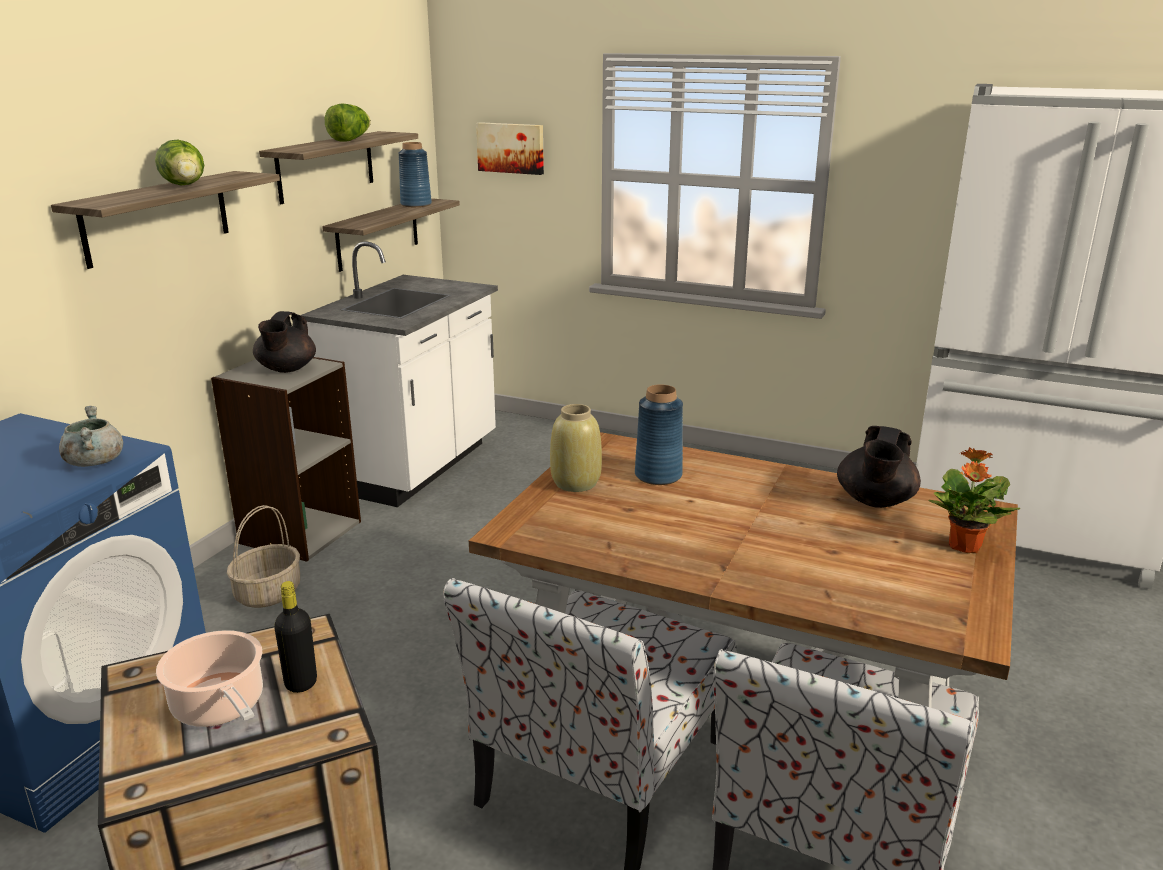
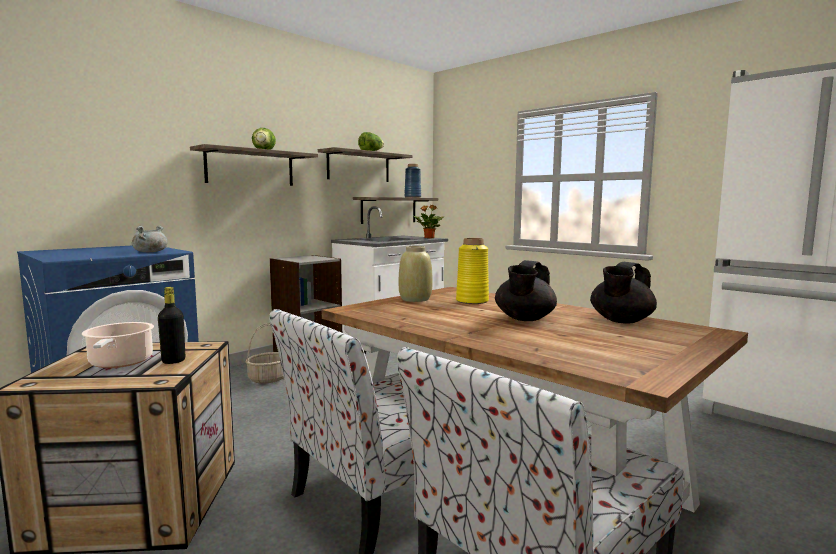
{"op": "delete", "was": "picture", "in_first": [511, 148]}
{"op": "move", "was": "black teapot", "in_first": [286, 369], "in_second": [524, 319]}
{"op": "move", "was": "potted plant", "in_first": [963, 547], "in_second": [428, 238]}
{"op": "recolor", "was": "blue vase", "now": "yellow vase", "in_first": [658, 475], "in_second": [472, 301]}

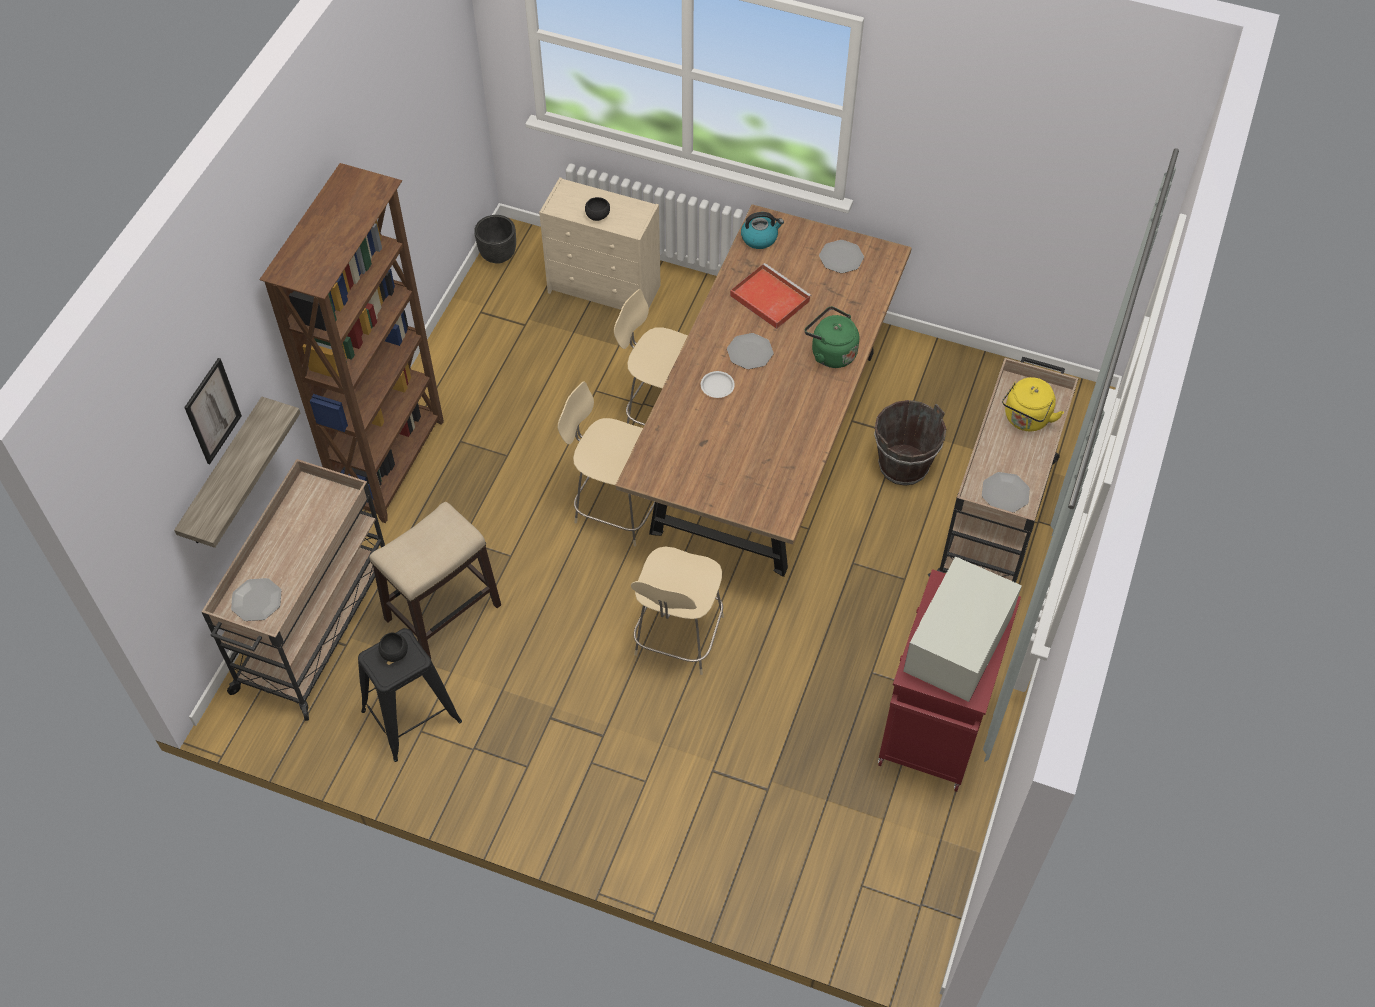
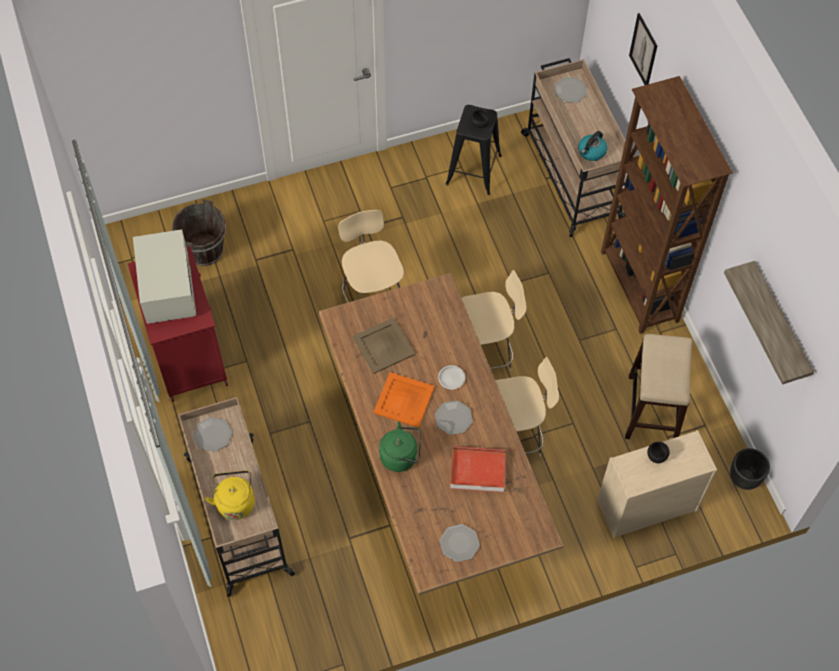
{"op": "insert", "now": "beige tray", "in_second": [383, 346]}
{"op": "insert", "now": "orange tray", "in_second": [403, 400]}
{"op": "move", "was": "shelf", "in_first": [224, 475], "in_second": [779, 324]}
{"op": "move", "was": "stool", "in_first": [443, 611], "in_second": [652, 410]}
{"op": "move", "was": "kettle", "in_first": [760, 238], "in_second": [591, 152]}
{"op": "move", "was": "brown bucket", "in_first": [903, 465], "in_second": [205, 251]}

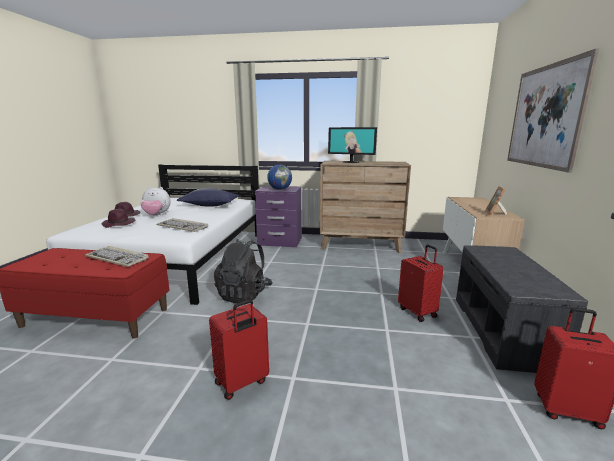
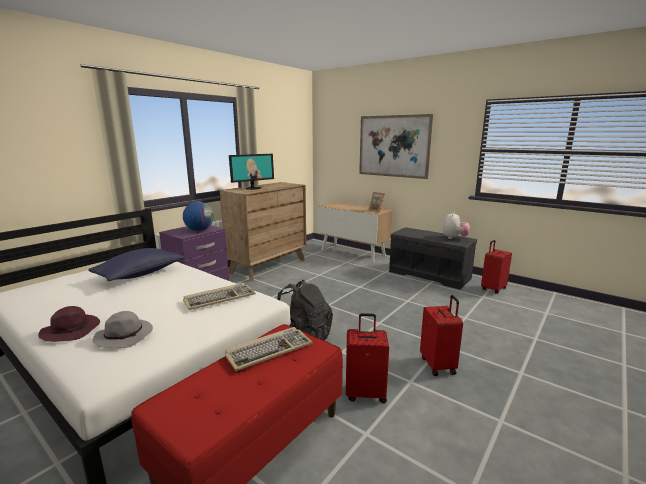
{"op": "move", "was": "plush toy", "in_first": [156, 215], "in_second": [454, 238]}
{"op": "move", "was": "red suitcase", "in_first": [418, 312], "in_second": [365, 393]}
{"op": "recolor", "was": "purple hat", "now": "grey hat", "in_first": [119, 224], "in_second": [125, 336]}

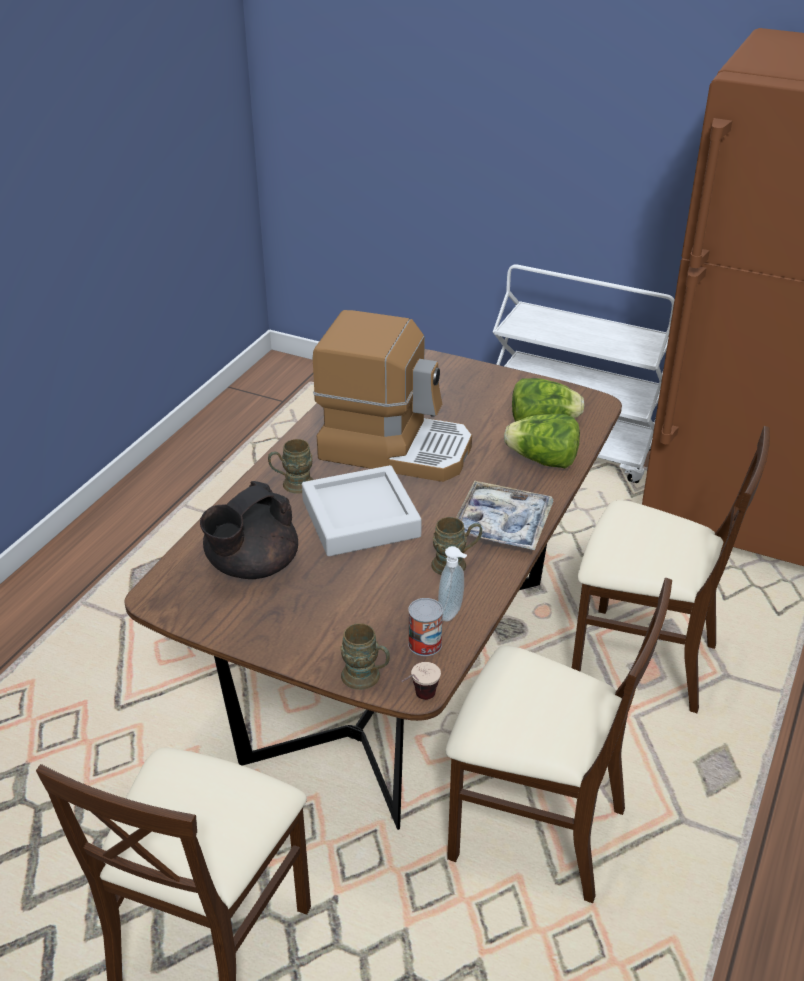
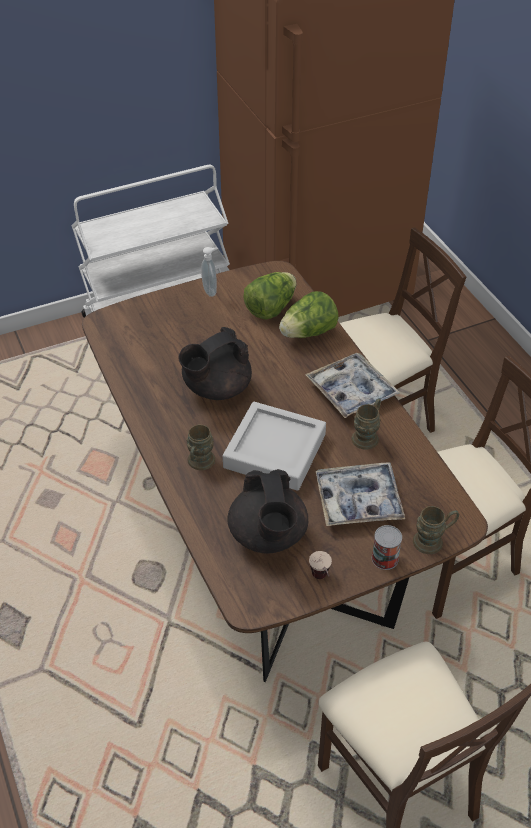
{"op": "insert", "now": "tray", "in_second": [358, 500]}
{"op": "move", "was": "cup", "in_first": [418, 700], "in_second": [321, 580]}
{"op": "move", "was": "can", "in_first": [425, 644], "in_second": [385, 558]}
{"op": "move", "was": "soap dispenser", "in_first": [452, 613], "in_second": [211, 291]}
{"op": "replace", "was": "coffee machine", "now": "black teapot", "in_first": [395, 447], "in_second": [216, 388]}

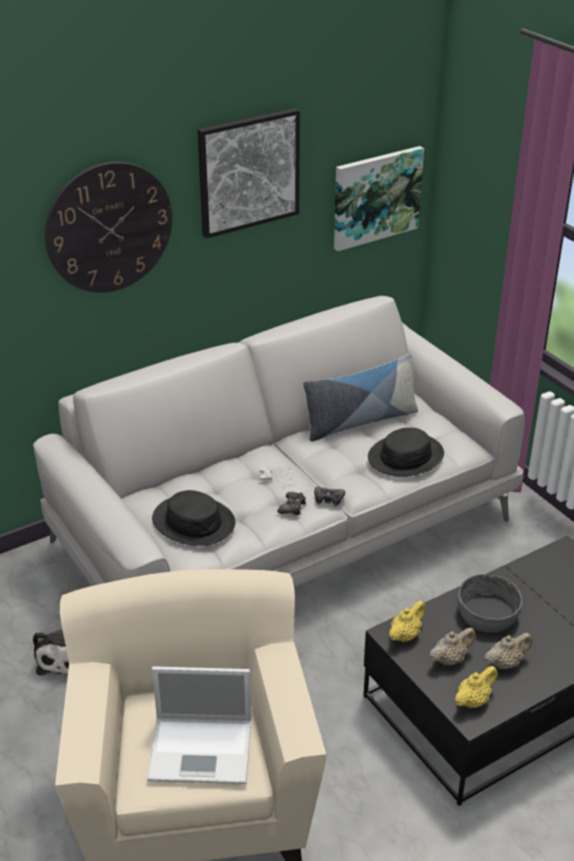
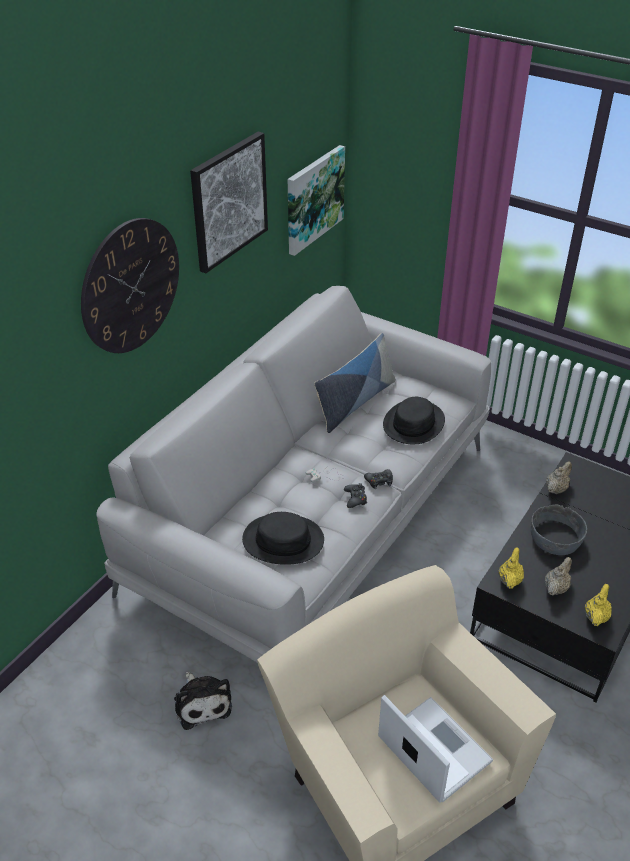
{"op": "move", "was": "beige teapot", "in_first": [505, 663], "in_second": [556, 488]}
{"op": "rotate", "was": "laptop", "in_first": [203, 750], "in_second": [432, 748], "clockwise": -105}

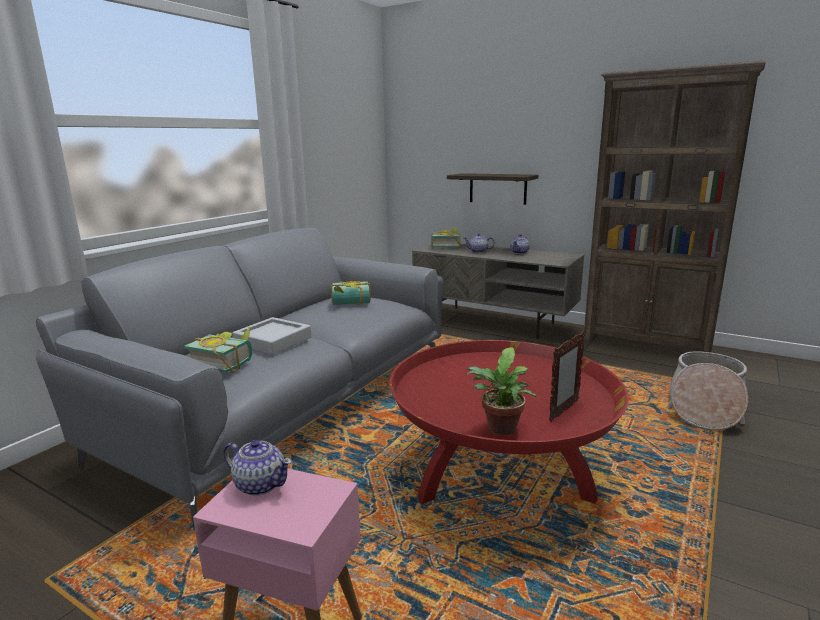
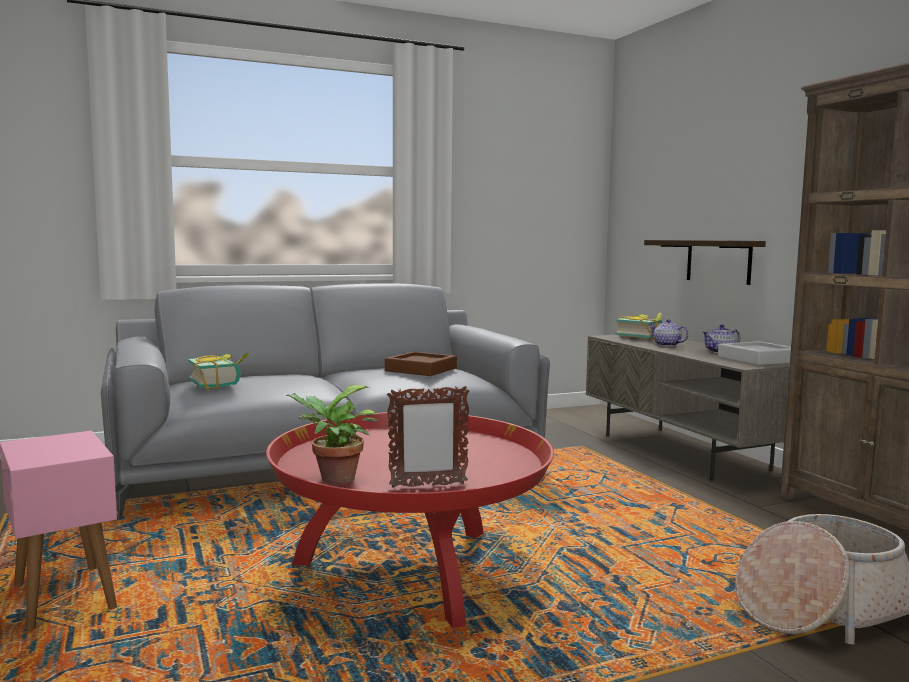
{"op": "delete", "was": "teapot", "in_first": [260, 484]}
{"op": "move", "was": "grey tray", "in_first": [273, 341], "in_second": [758, 359]}
{"op": "replace", "was": "book", "now": "brown tray", "in_first": [351, 304], "in_second": [421, 369]}

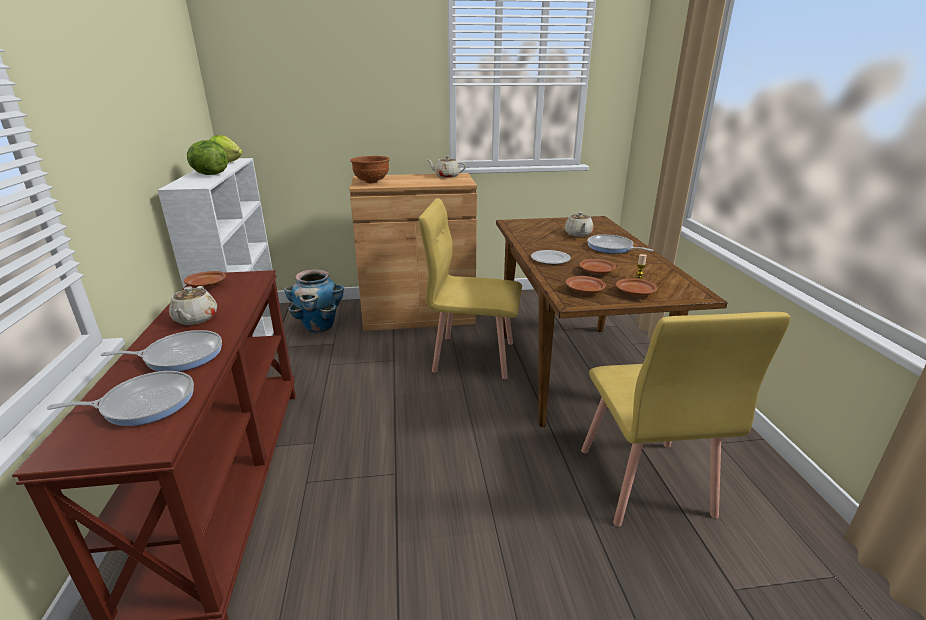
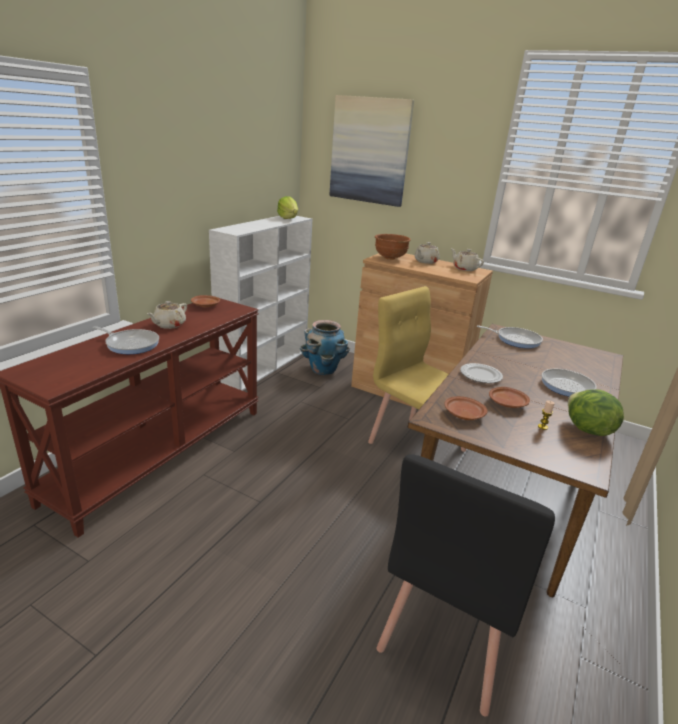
{"op": "delete", "was": "brown plate", "in_first": [635, 293]}
{"op": "insert", "now": "picture", "in_second": [370, 151]}
{"op": "move", "was": "frying pan", "in_first": [144, 403], "in_second": [515, 340]}
{"op": "move", "was": "lettuce", "in_first": [209, 174], "in_second": [586, 430]}
{"op": "move", "was": "beige teapot", "in_first": [578, 234], "in_second": [425, 261]}
{"op": "recolor", "was": "yellow chair", "now": "black chair", "in_first": [644, 482], "in_second": [448, 635]}

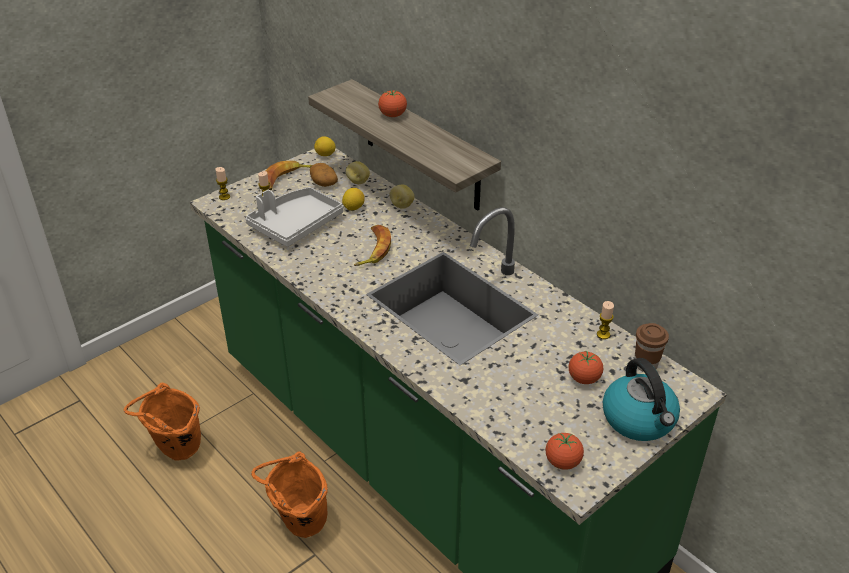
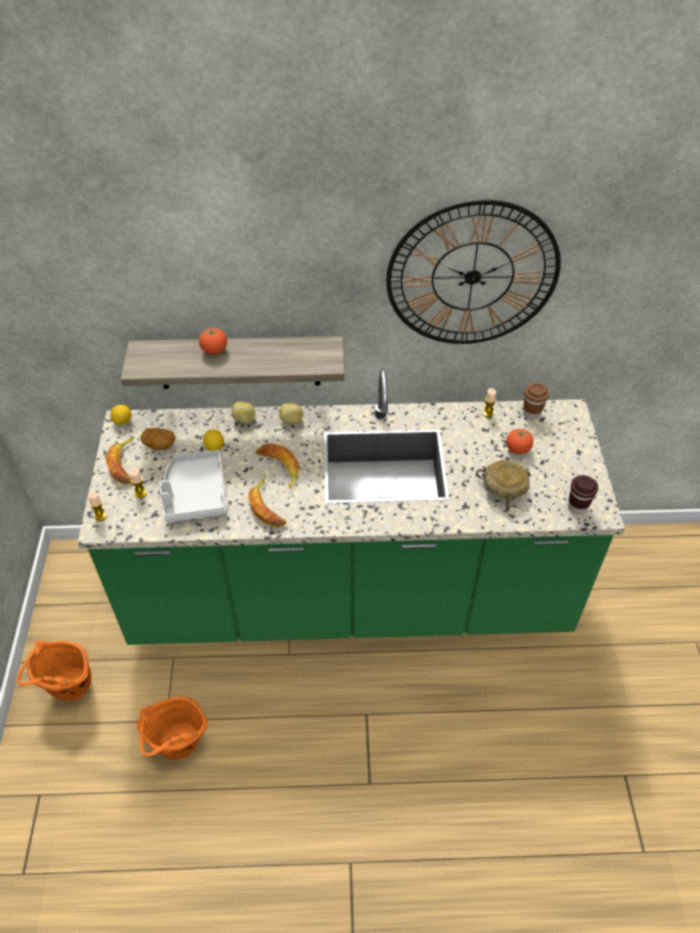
{"op": "delete", "was": "kettle", "in_first": [639, 420]}
{"op": "insert", "now": "banana", "in_second": [268, 507]}
{"op": "insert", "now": "wall clock", "in_second": [472, 276]}
{"op": "insert", "now": "beige bowl", "in_second": [503, 490]}
{"op": "move", "was": "orange bucket", "in_first": [298, 525], "in_second": [69, 692]}
{"op": "move", "was": "potato", "in_first": [357, 181], "in_second": [291, 421]}
{"op": "replace", "was": "tomato", "now": "brown cup", "in_first": [562, 462], "in_second": [577, 507]}

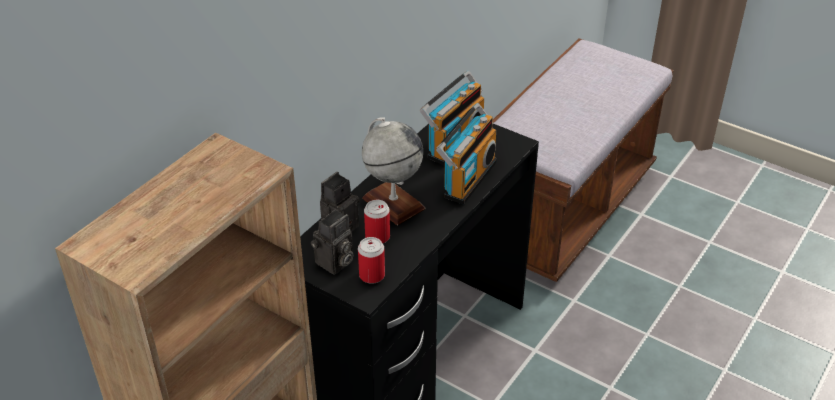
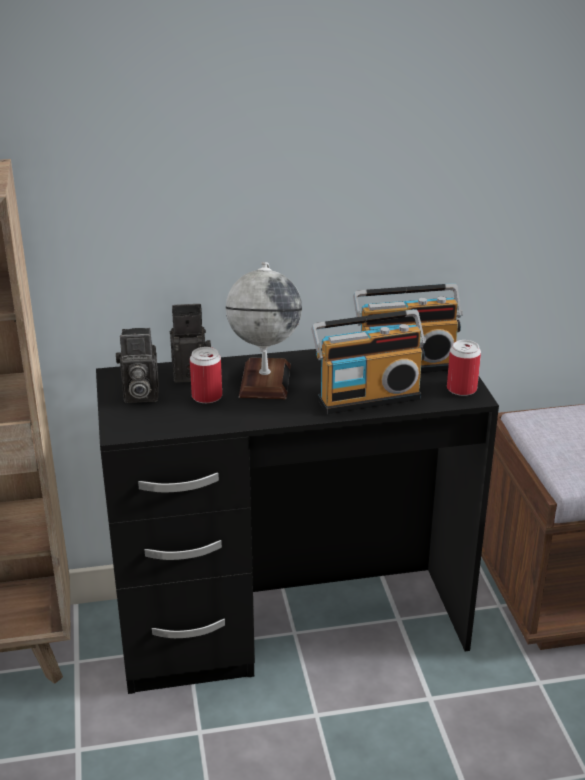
{"op": "move", "was": "can", "in_first": [372, 275], "in_second": [461, 389]}

